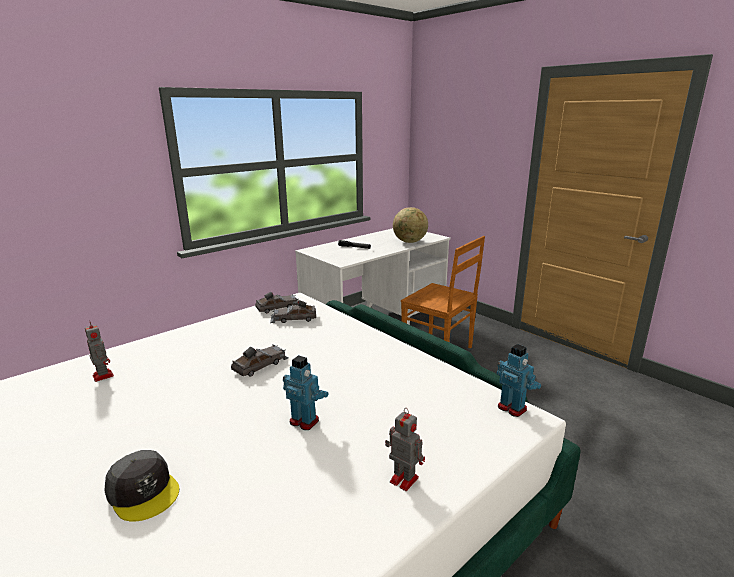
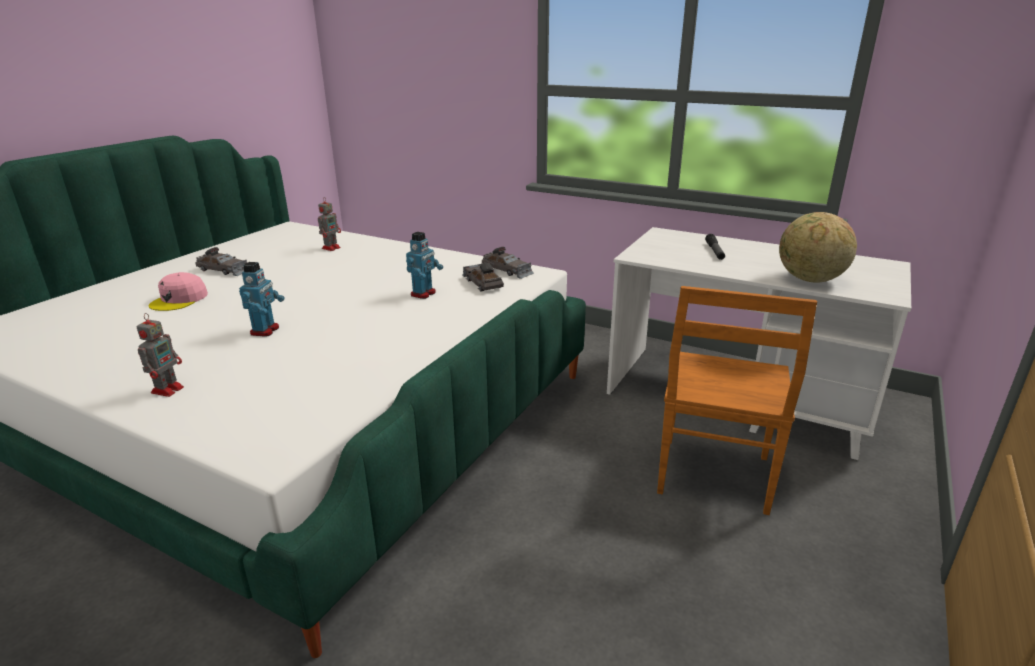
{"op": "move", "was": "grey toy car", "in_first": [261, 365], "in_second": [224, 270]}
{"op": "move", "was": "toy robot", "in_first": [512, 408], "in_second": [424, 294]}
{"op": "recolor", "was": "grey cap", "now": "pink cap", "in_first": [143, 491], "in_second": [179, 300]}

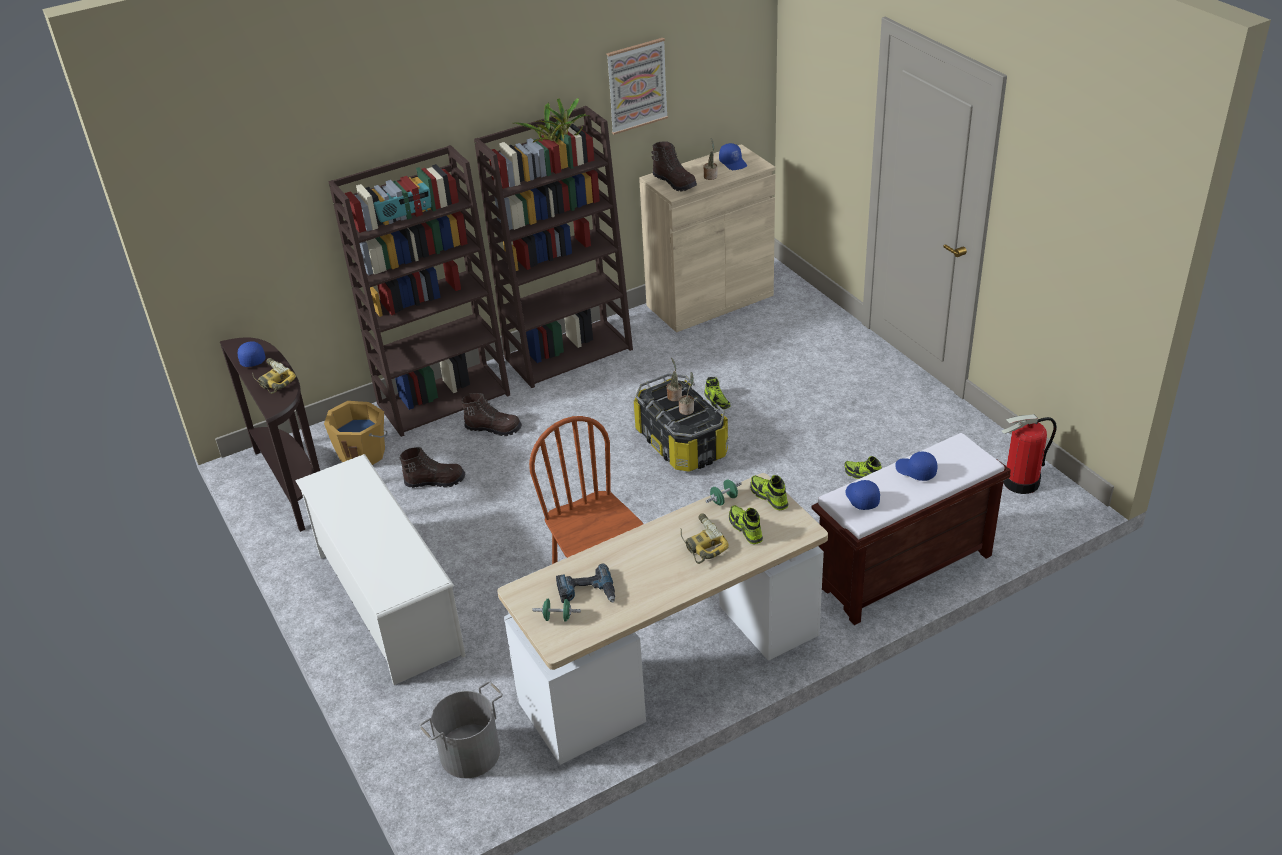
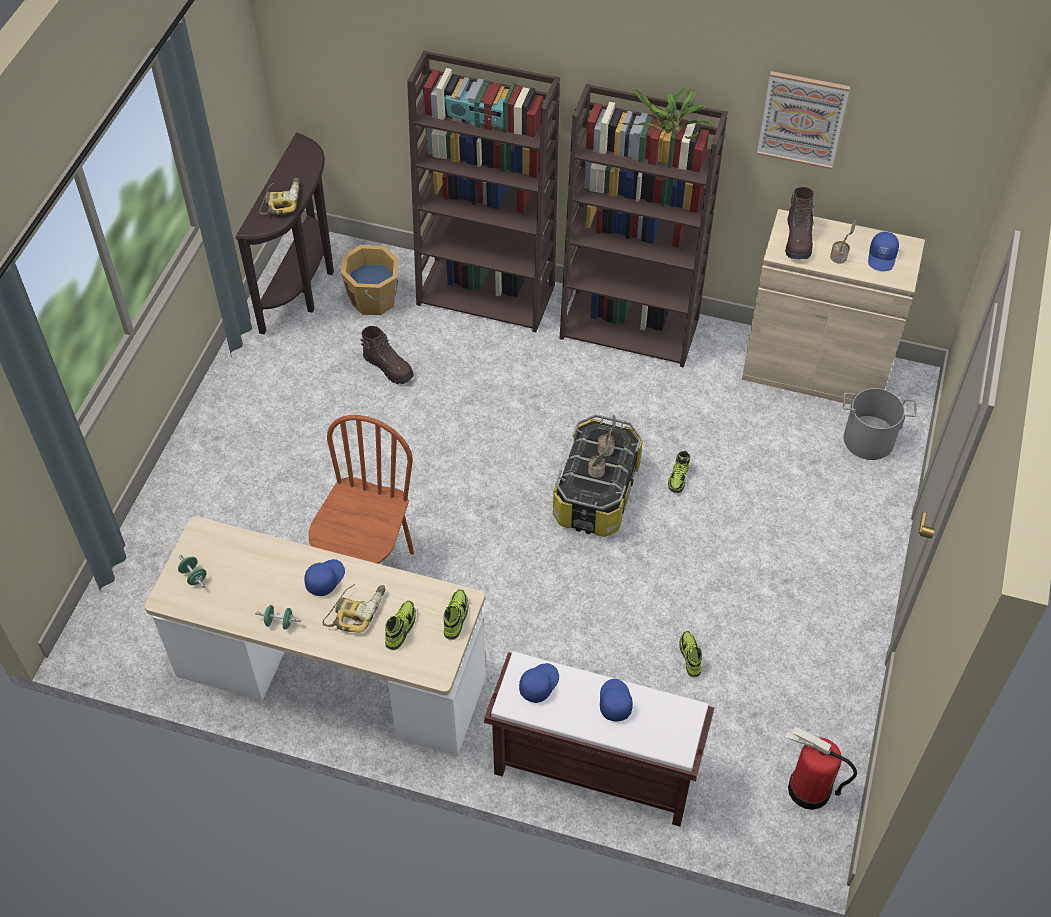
{"op": "delete", "was": "white shoe rack", "in_first": [388, 603]}
{"op": "delete", "was": "brown boot", "in_first": [494, 428]}
{"op": "delete", "was": "power drill", "in_first": [587, 592]}
{"op": "move", "was": "blue cap", "in_first": [252, 358], "in_second": [324, 579]}
{"op": "move", "was": "grey bucket", "in_first": [470, 754], "in_second": [868, 440]}
{"op": "move", "was": "green dumbbell", "in_first": [724, 500], "in_second": [279, 622]}

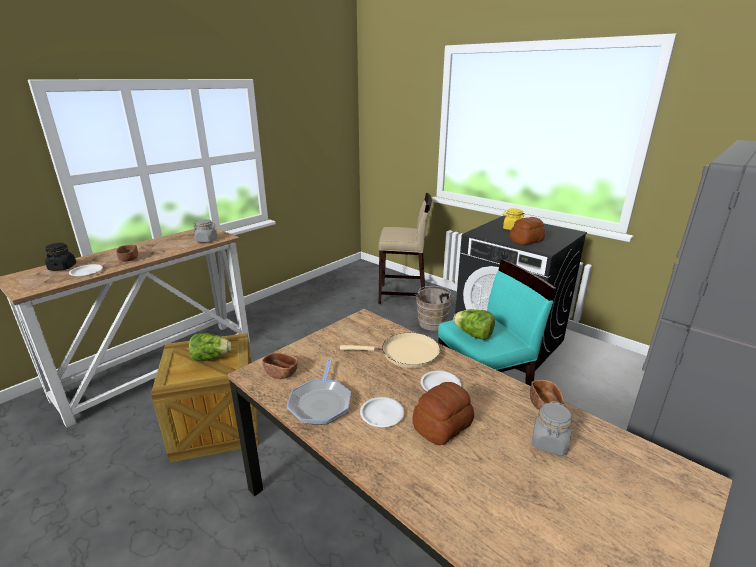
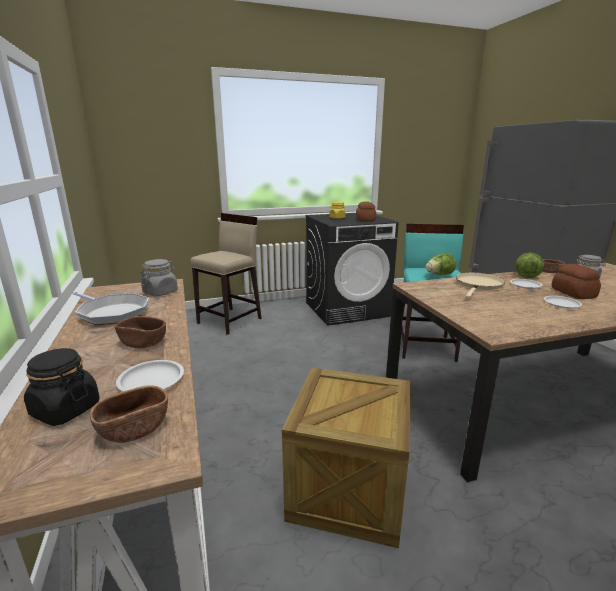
{"op": "delete", "was": "brown bucket", "in_first": [432, 322]}
{"op": "move", "was": "lettuce", "in_first": [210, 358], "in_second": [526, 275]}
{"op": "move", "was": "brown bowl", "in_first": [281, 373], "in_second": [134, 429]}
{"op": "move", "was": "frying pan", "in_first": [320, 403], "in_second": [112, 313]}

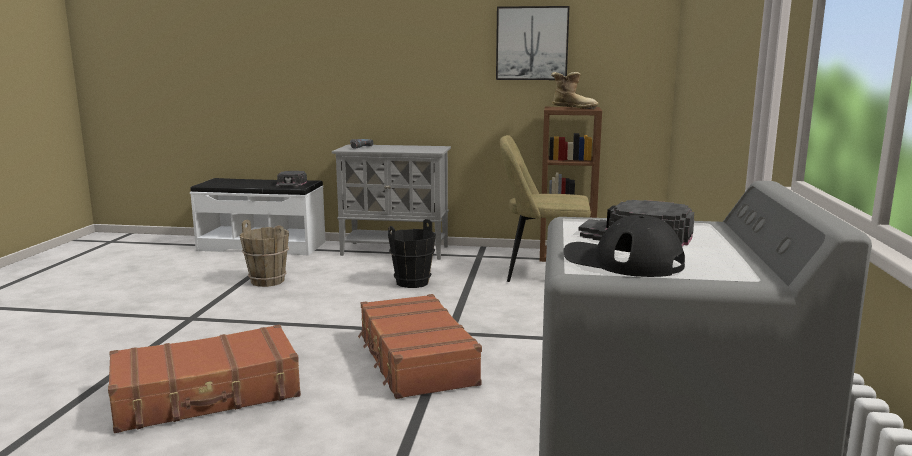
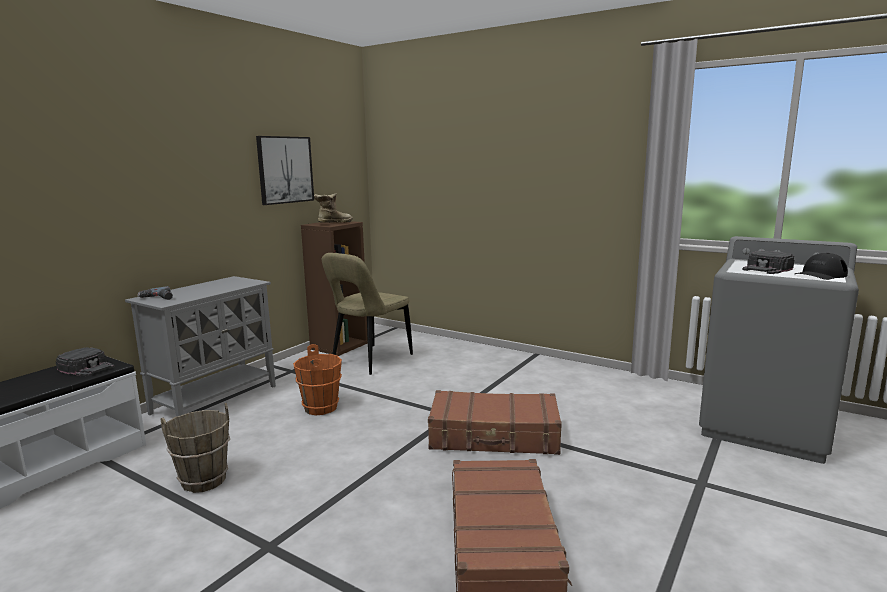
{"op": "recolor", "was": "black bucket", "now": "orange bucket", "in_first": [412, 283], "in_second": [321, 408]}

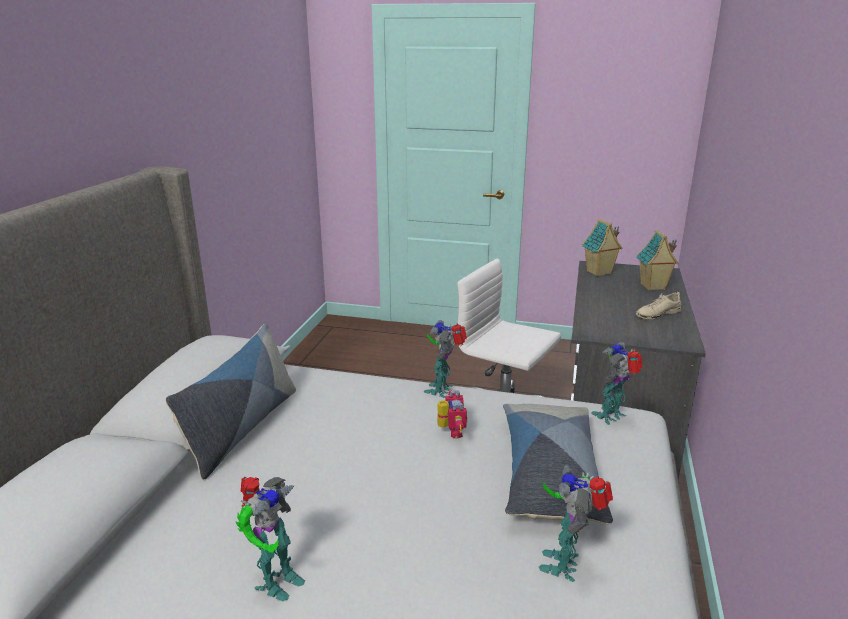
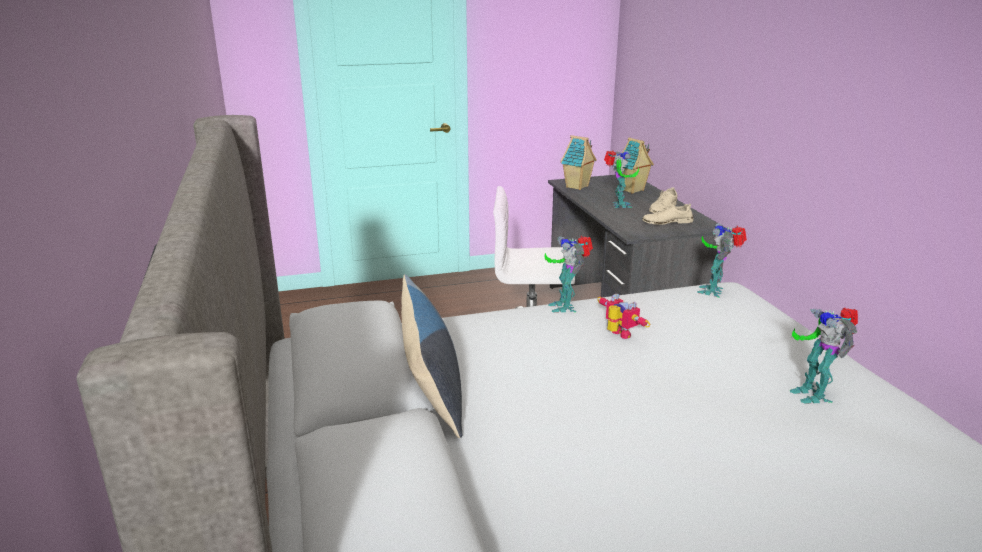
{"op": "delete", "was": "pillow", "in_first": [549, 473]}
{"op": "insert", "now": "beige shoe", "in_second": [667, 222]}
{"op": "move", "was": "toy robot", "in_first": [275, 581], "in_second": [619, 205]}

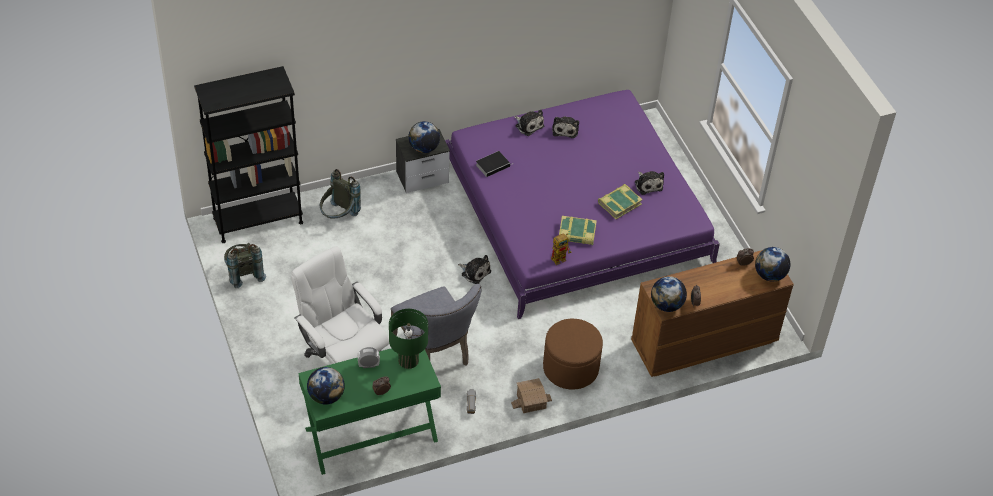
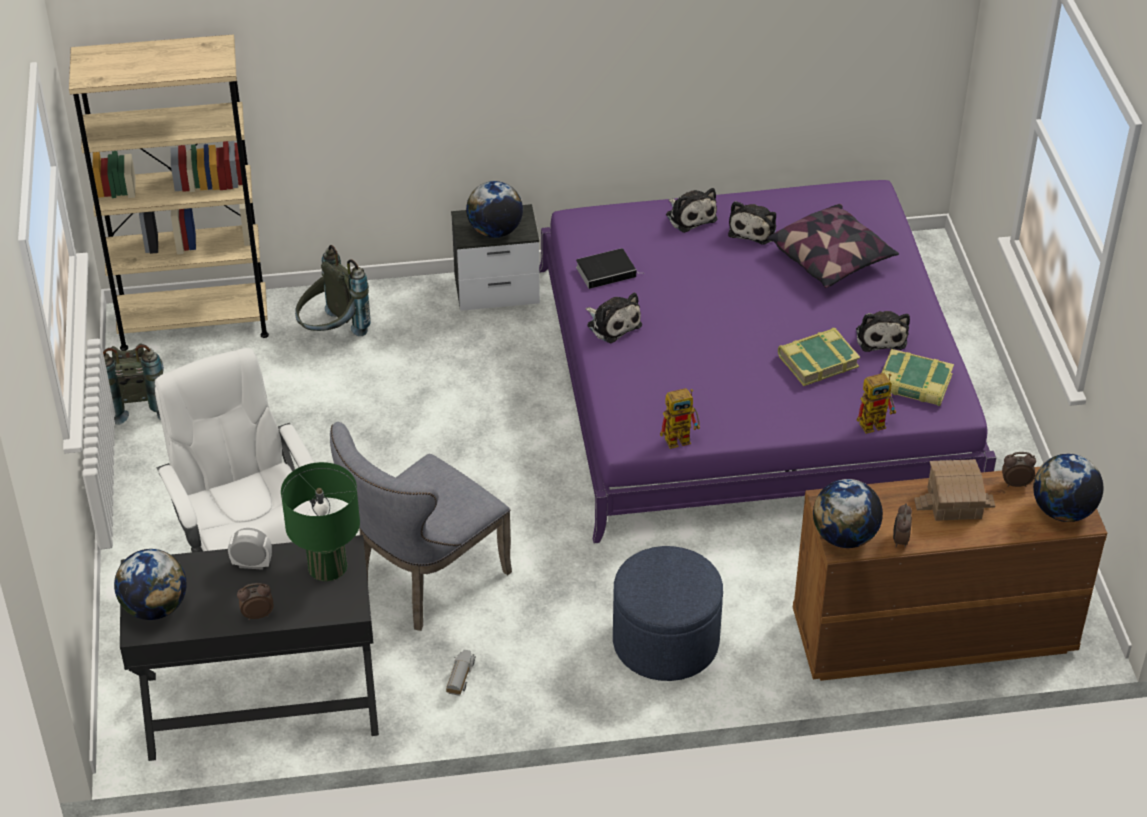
{"op": "insert", "now": "pillow", "in_second": [832, 260]}
{"op": "insert", "now": "toy robot", "in_second": [876, 422]}
{"op": "move", "was": "plush toy", "in_first": [474, 272], "in_second": [612, 324]}
{"op": "move", "was": "toy house", "in_first": [531, 402], "in_second": [954, 504]}
{"op": "move", "was": "book", "in_first": [577, 234], "in_second": [914, 384]}
{"op": "recolor", "was": "black bookcase", "now": "beige bookcase", "in_first": [258, 220], "in_second": [194, 322]}
{"op": "recolor", "was": "green desk", "now": "black desk", "in_first": [371, 435], "in_second": [261, 705]}
{"op": "recolor", "was": "brown ottoman", "now": "blue ottoman", "in_first": [570, 368], "in_second": [665, 642]}
{"op": "rotate", "was": "grey chair", "in_first": [435, 354], "in_second": [424, 582], "clockwise": 60}

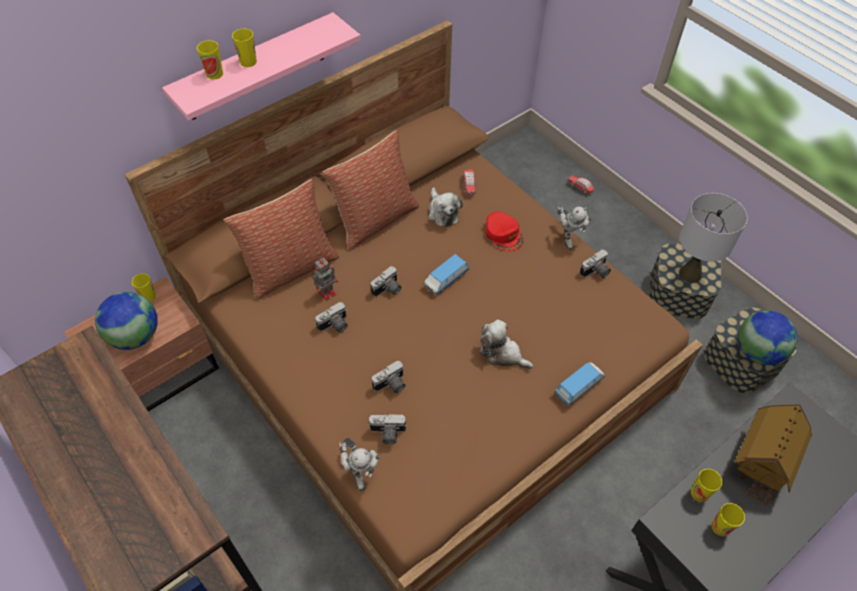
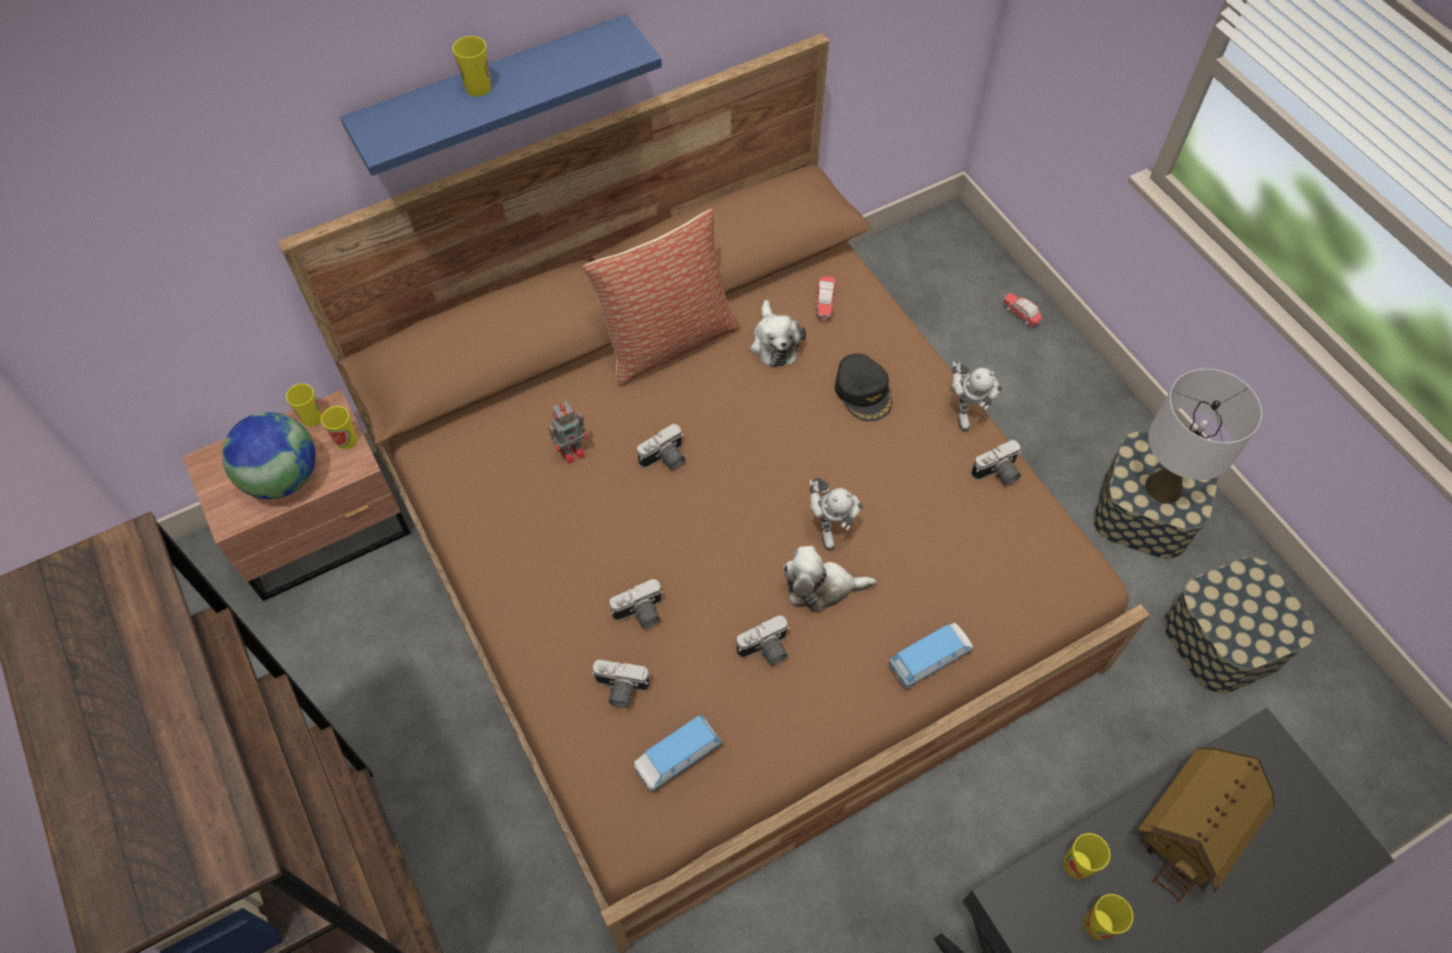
{"op": "delete", "was": "pillow", "in_first": [290, 268]}
{"op": "delete", "was": "globe", "in_first": [757, 352]}
{"op": "move", "was": "cup", "in_first": [214, 74], "in_second": [346, 440]}
{"op": "move", "was": "photo camera", "in_first": [335, 326], "in_second": [765, 651]}
{"op": "move", "was": "toy robot", "in_first": [359, 471], "in_second": [828, 525]}
{"op": "move", "was": "toy car", "in_first": [446, 280], "in_second": [677, 757]}
{"op": "recolor", "was": "pink shelf", "now": "blue shelf", "in_first": [255, 68], "in_second": [494, 94]}
{"op": "recolor", "was": "red cap", "now": "black cap", "in_first": [504, 234], "in_second": [863, 391]}
{"op": "rotate", "was": "plush toy", "in_first": [502, 353], "in_second": [821, 587], "clockwise": -45}

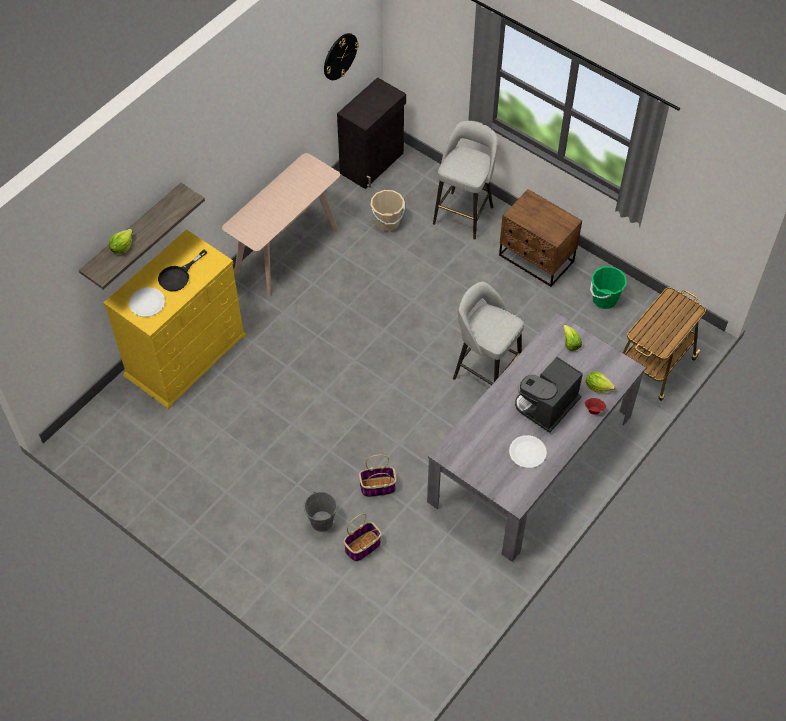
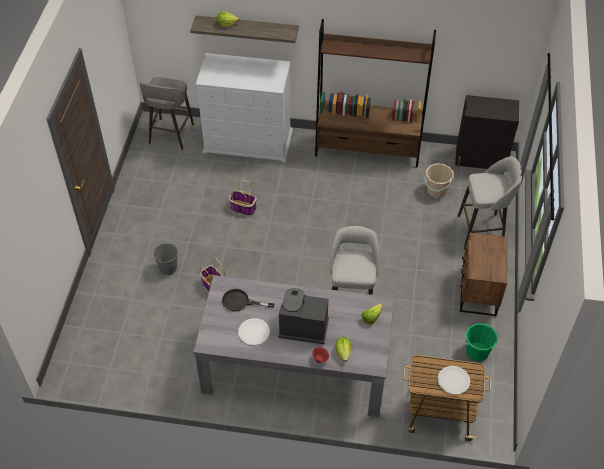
{"op": "delete", "was": "wall clock", "in_first": [340, 56]}
{"op": "insert", "now": "grey stool", "in_second": [170, 135]}
{"op": "move", "was": "white plate", "in_first": [147, 303], "in_second": [453, 380]}
{"op": "move", "was": "black frying pan", "in_first": [178, 276], "in_second": [240, 302]}
{"op": "move", "was": "basket", "in_first": [362, 547], "in_second": [242, 208]}
{"op": "replace", "was": "beige console table", "now": "brown bookcase", "in_first": [286, 250], "in_second": [368, 150]}
{"op": "recolor", "was": "yellow dresser", "now": "white dresser", "in_first": [185, 355], "in_second": [248, 141]}

